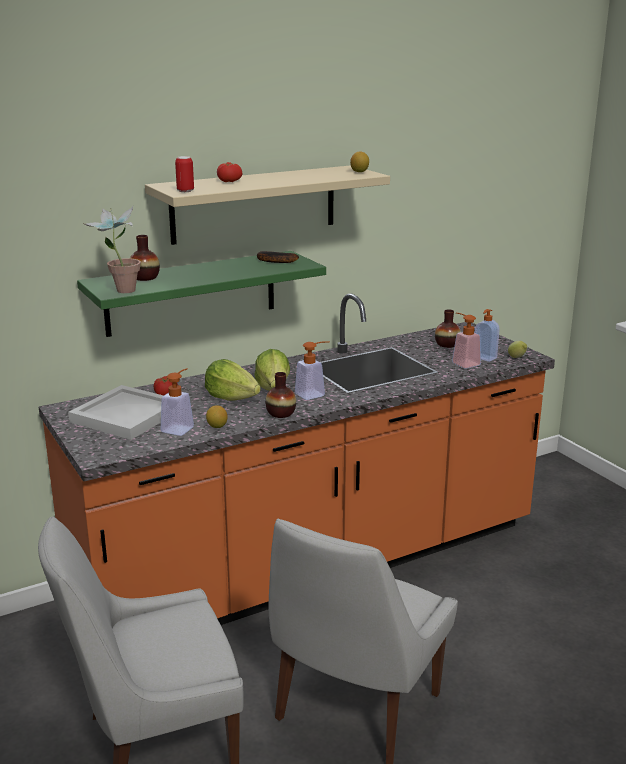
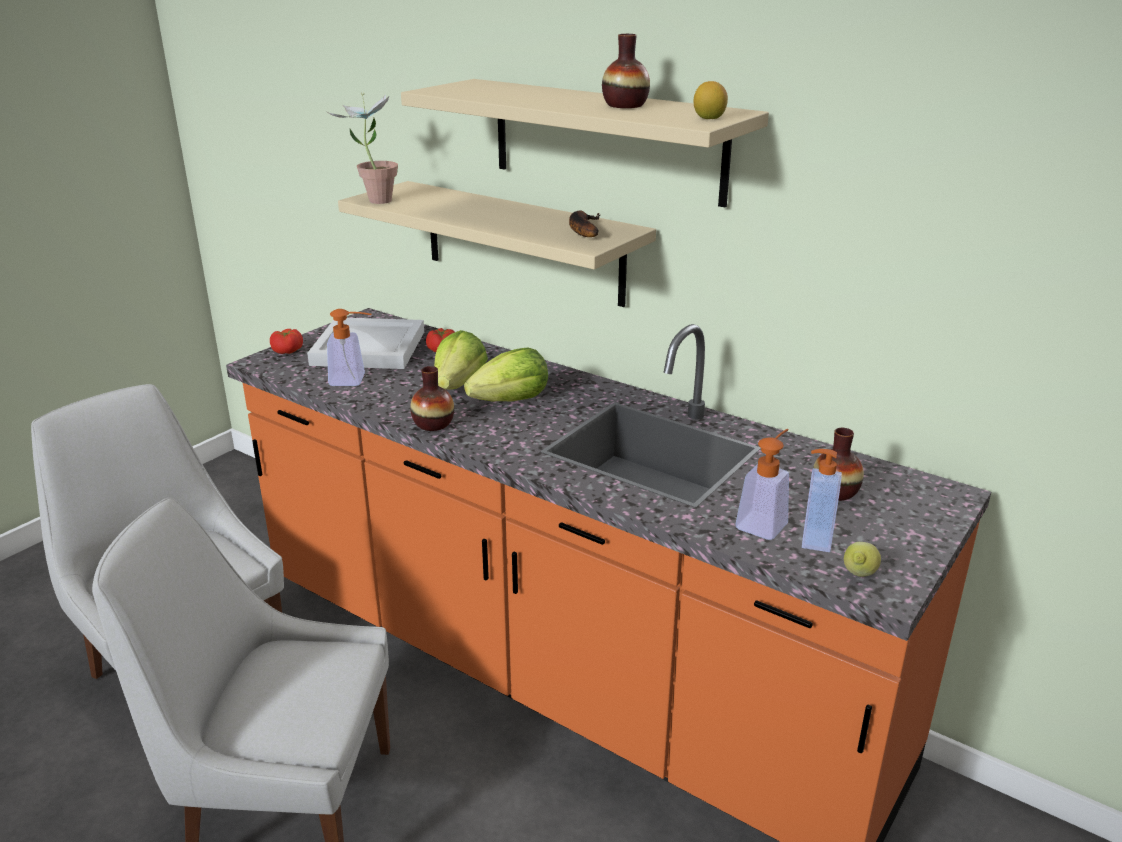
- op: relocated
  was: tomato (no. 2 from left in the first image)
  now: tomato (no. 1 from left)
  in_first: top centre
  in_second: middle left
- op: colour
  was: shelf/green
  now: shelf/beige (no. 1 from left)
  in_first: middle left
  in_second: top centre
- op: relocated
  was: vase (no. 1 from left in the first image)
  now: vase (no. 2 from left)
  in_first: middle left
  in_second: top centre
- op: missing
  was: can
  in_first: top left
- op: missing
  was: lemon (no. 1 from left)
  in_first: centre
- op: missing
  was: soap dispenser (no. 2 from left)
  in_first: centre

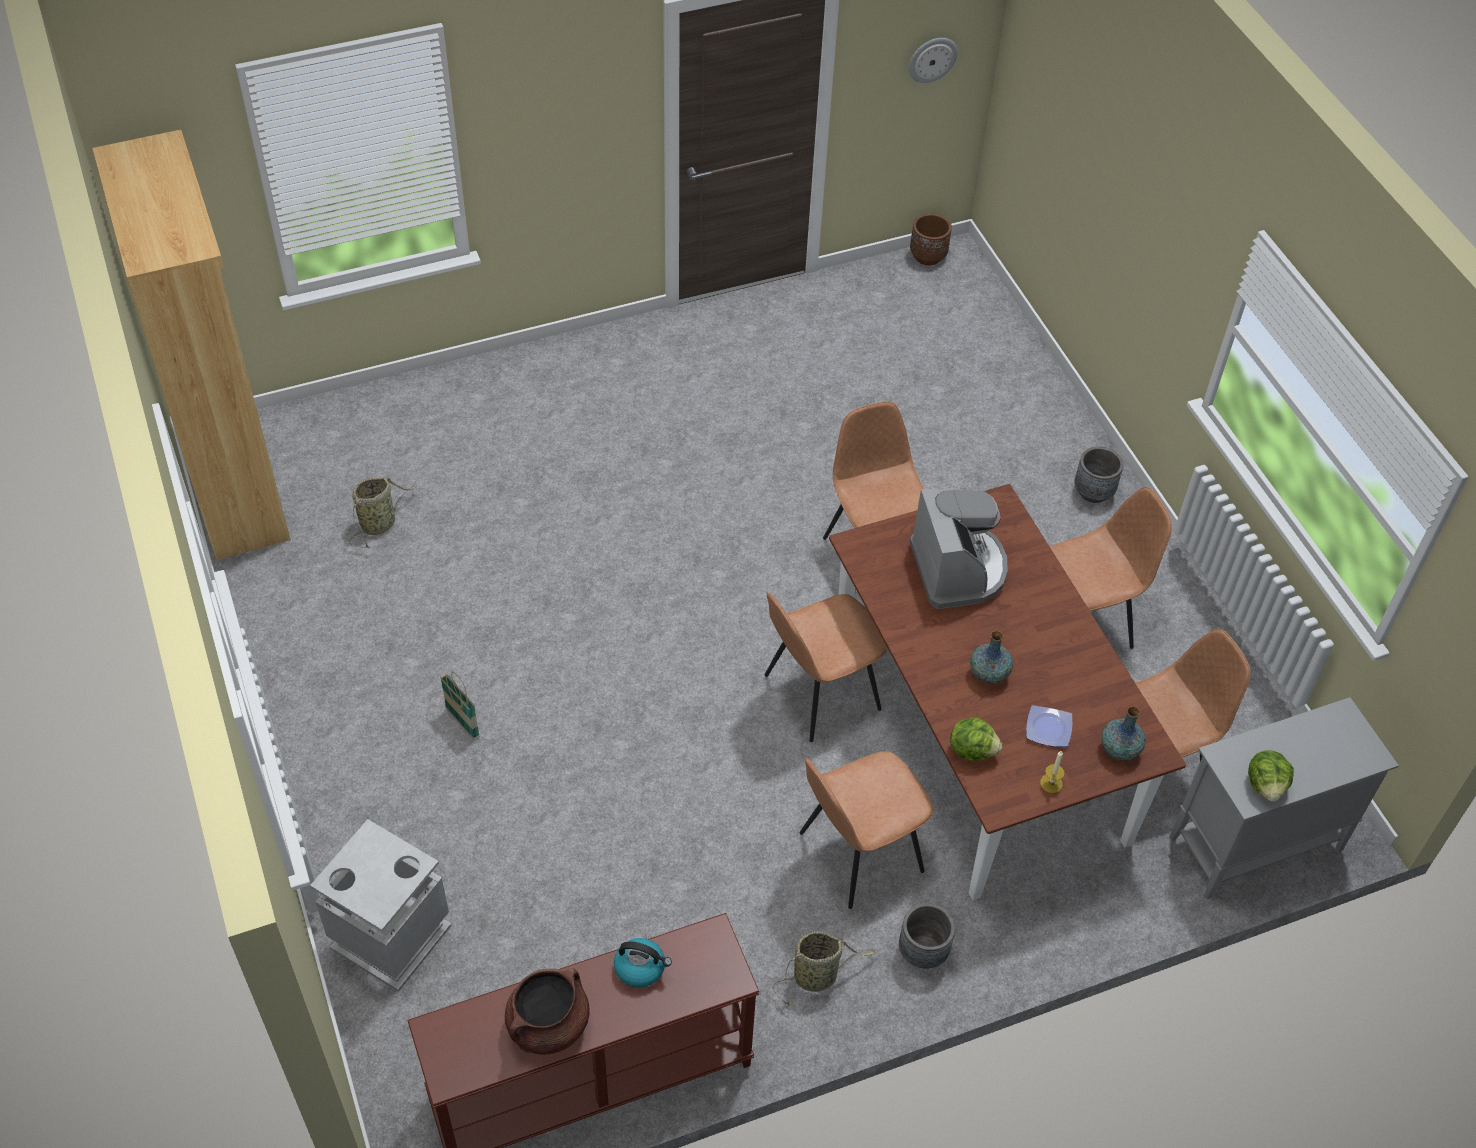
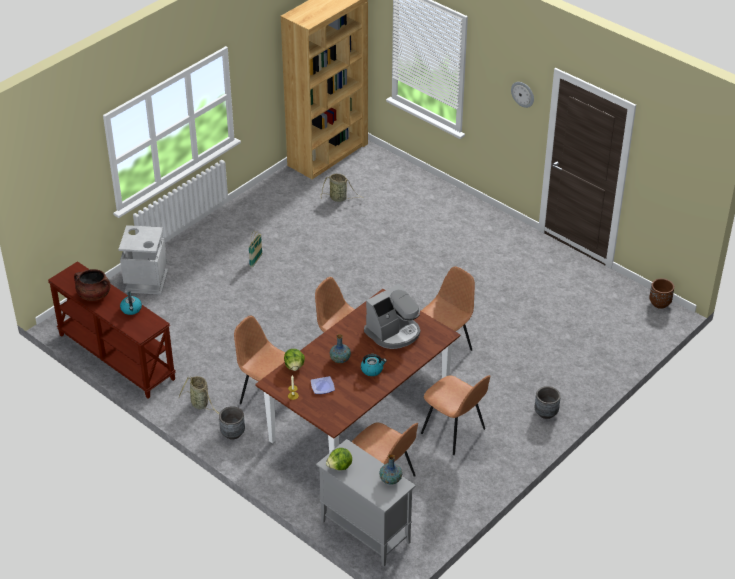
- op: appeared
  now: kettle (no. 2 from left)
  in_second: centre
- op: relocated
  was: vase (no. 2 from left)
  in_first: middle right
  in_second: bottom centre
- op: relocated
  was: wall clock
  in_first: top centre
  in_second: top right

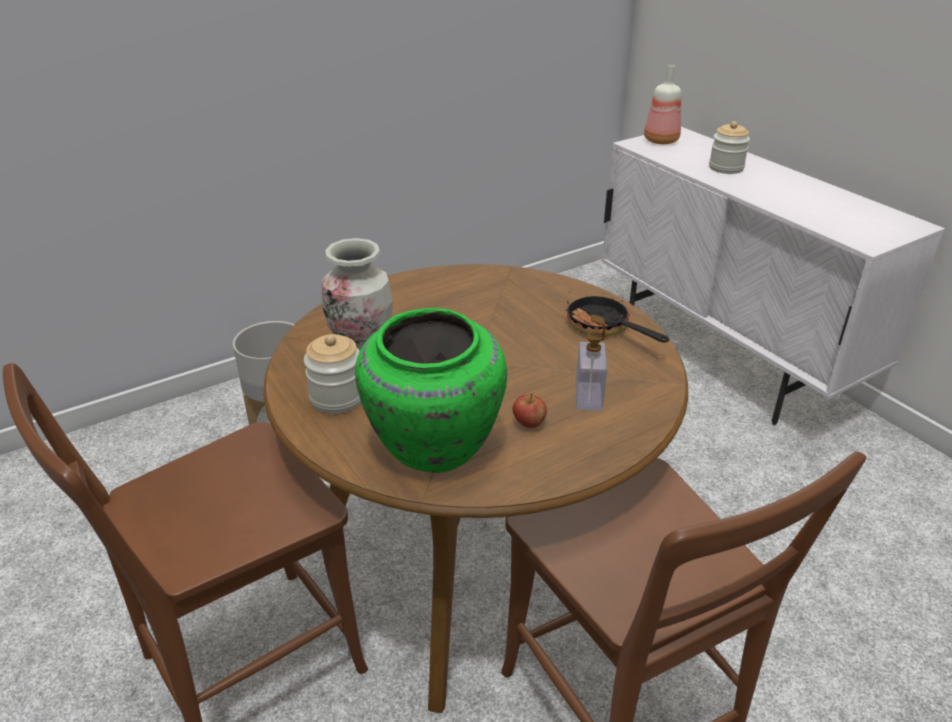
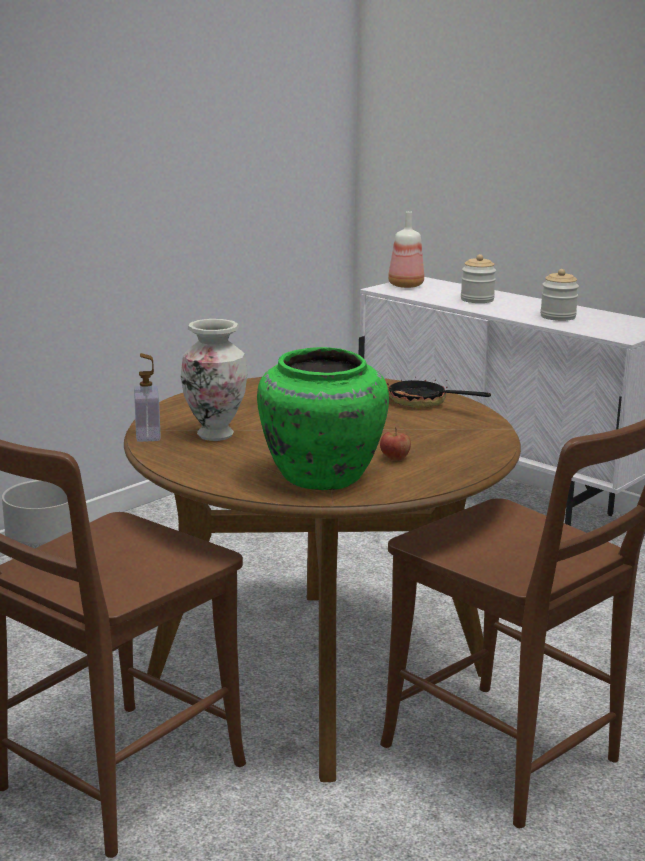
- op: relocated
  was: soap dispenser
  in_first: centre
  in_second: middle left
- op: relocated
  was: jar (no. 1 from left in the first image)
  now: jar (no. 2 from left)
  in_first: centre
  in_second: middle right

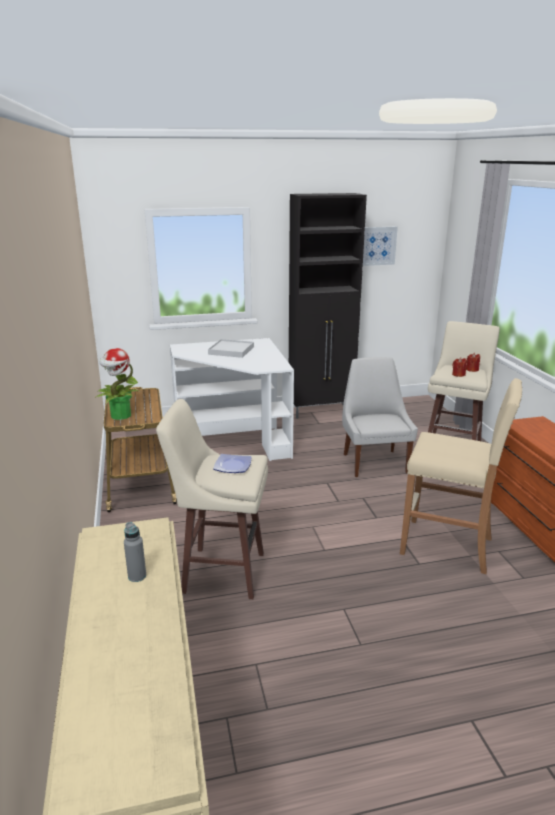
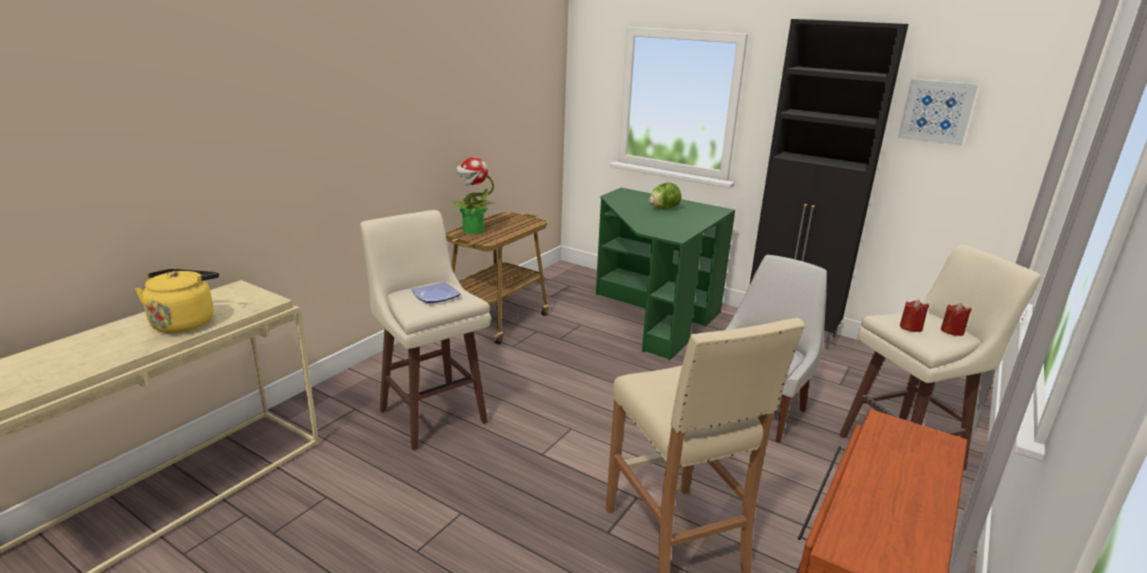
- op: exchanged
  was: bottle/grey
  now: kettle/yellow
  in_first: bottom left
  in_second: middle left
- op: colour
  was: desk/white
  now: desk/green
  in_first: centre
  in_second: centre
- op: exchanged
  was: tray/white
  now: lettuce
  in_first: centre
  in_second: centre

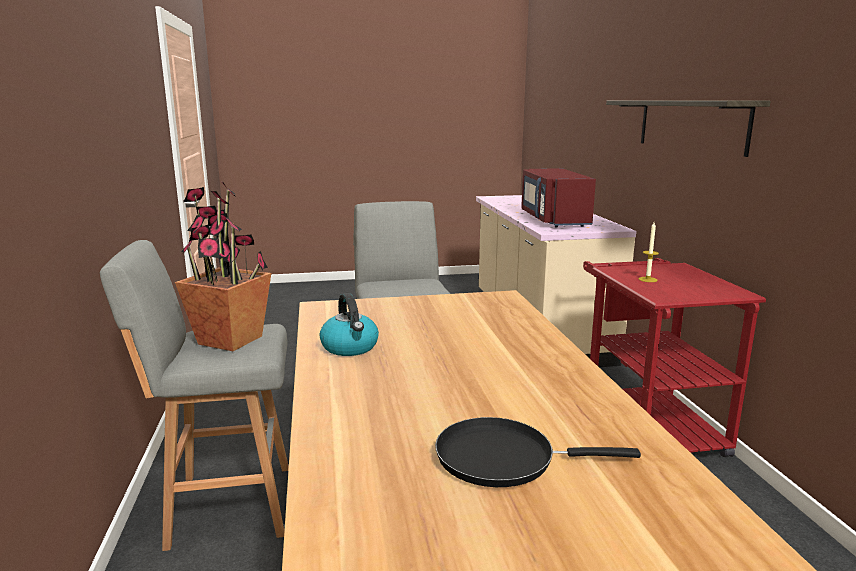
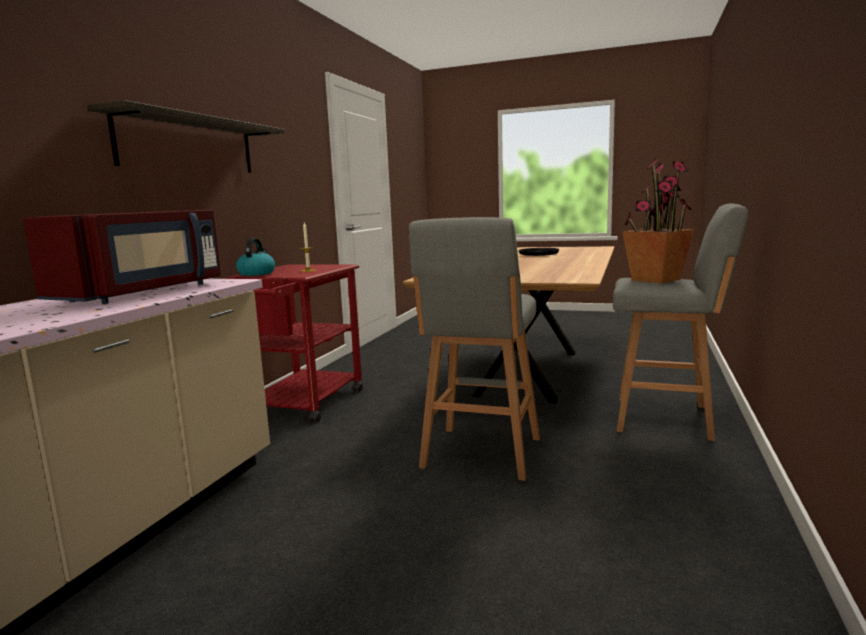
- op: relocated
  was: kettle
  in_first: centre
  in_second: middle left

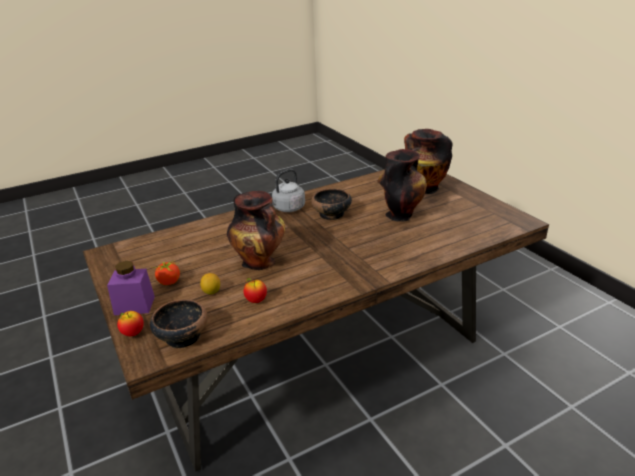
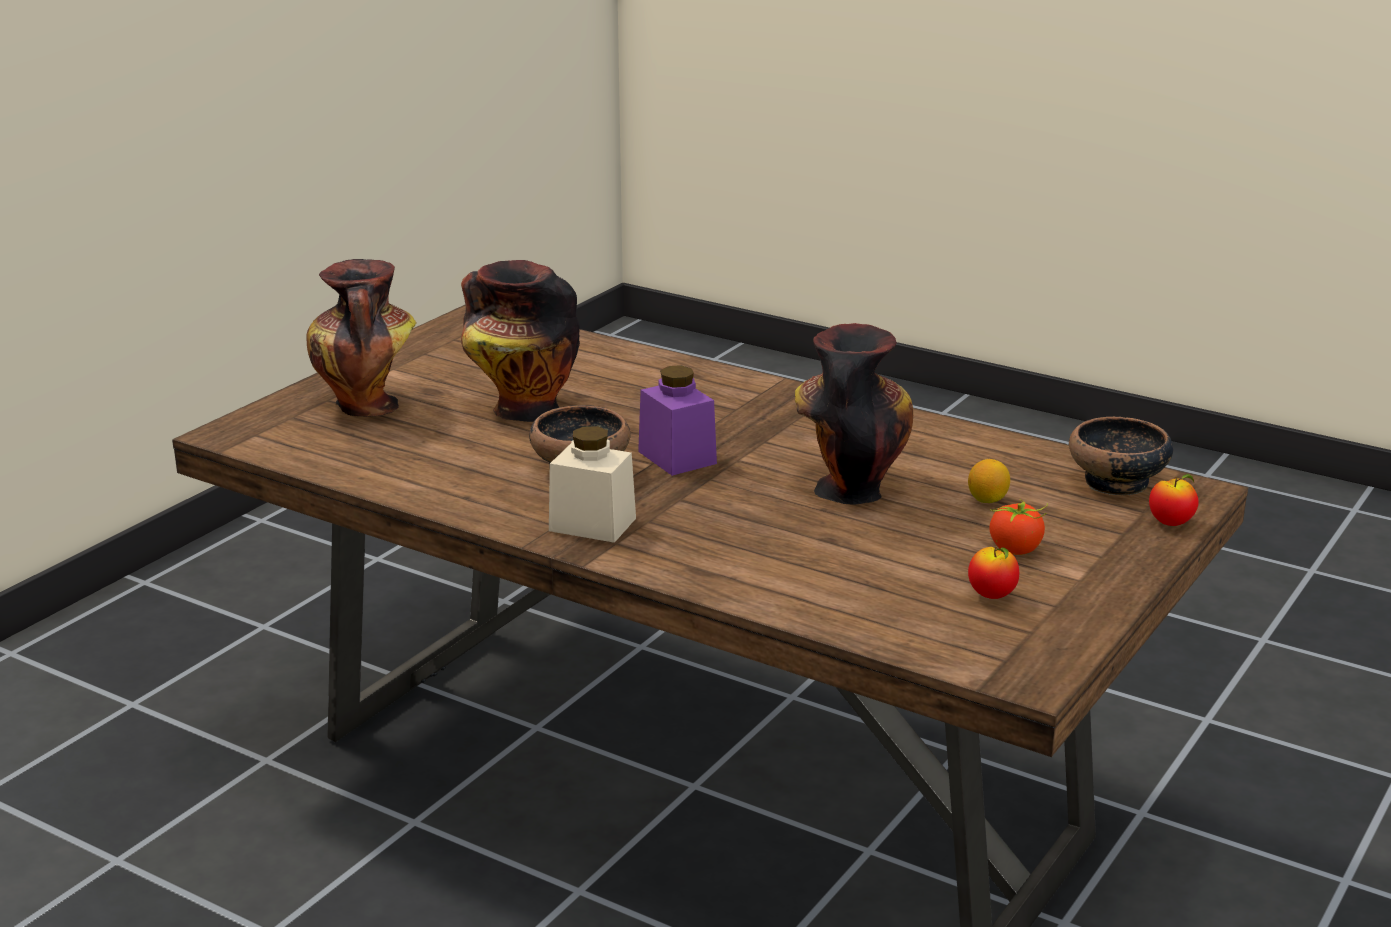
- op: exchanged
  was: kettle/grey
  now: jar/beige
  in_first: centre
  in_second: centre
- op: relocated
  was: jar/purple
  in_first: middle left
  in_second: centre
- op: relocated
  was: apple (no. 2 from left in the first image)
  now: apple (no. 1 from left)
  in_first: centre
  in_second: middle right

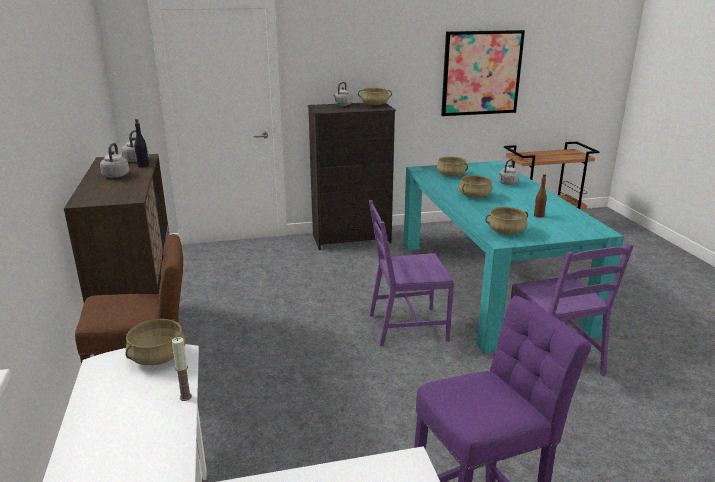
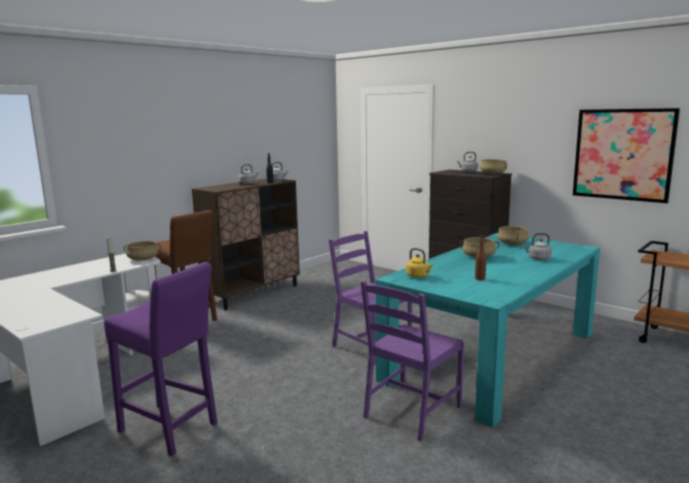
- op: exchanged
  was: cooking pot/beige (no. 5 from left)
  now: kettle/yellow
  in_first: middle right
  in_second: centre

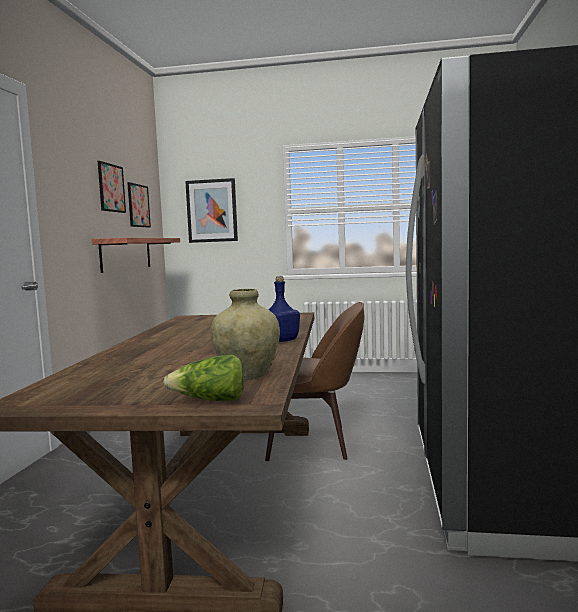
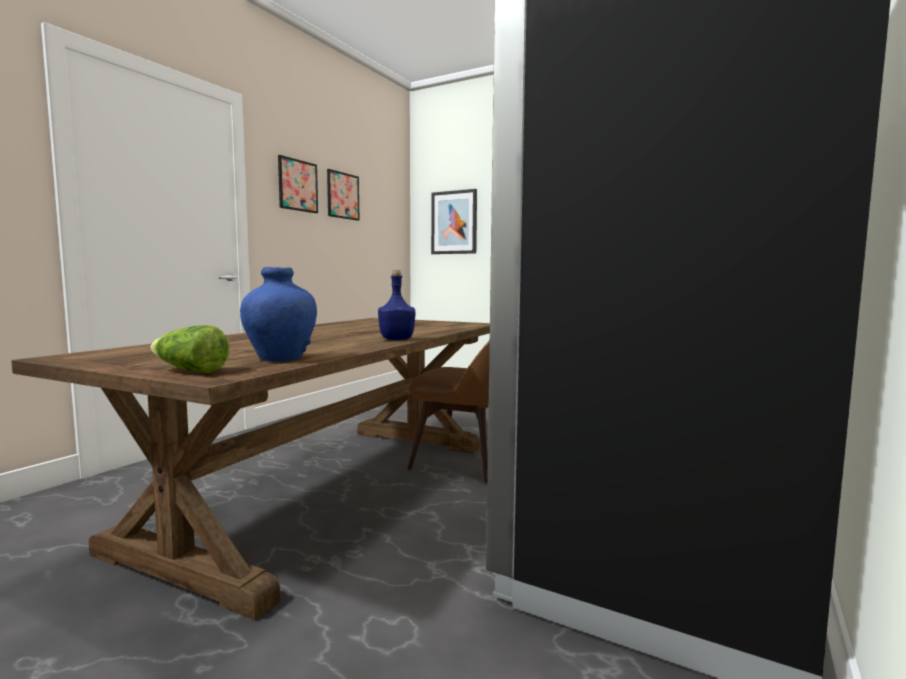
- op: colour
  was: vase/beige
  now: vase/blue
  in_first: centre
  in_second: middle left
- op: relocated
  was: picture (no. 2 from left in the first image)
  now: picture (no. 1 from left)
  in_first: middle left
  in_second: top left
- op: missing
  was: shelf
  in_first: middle left

